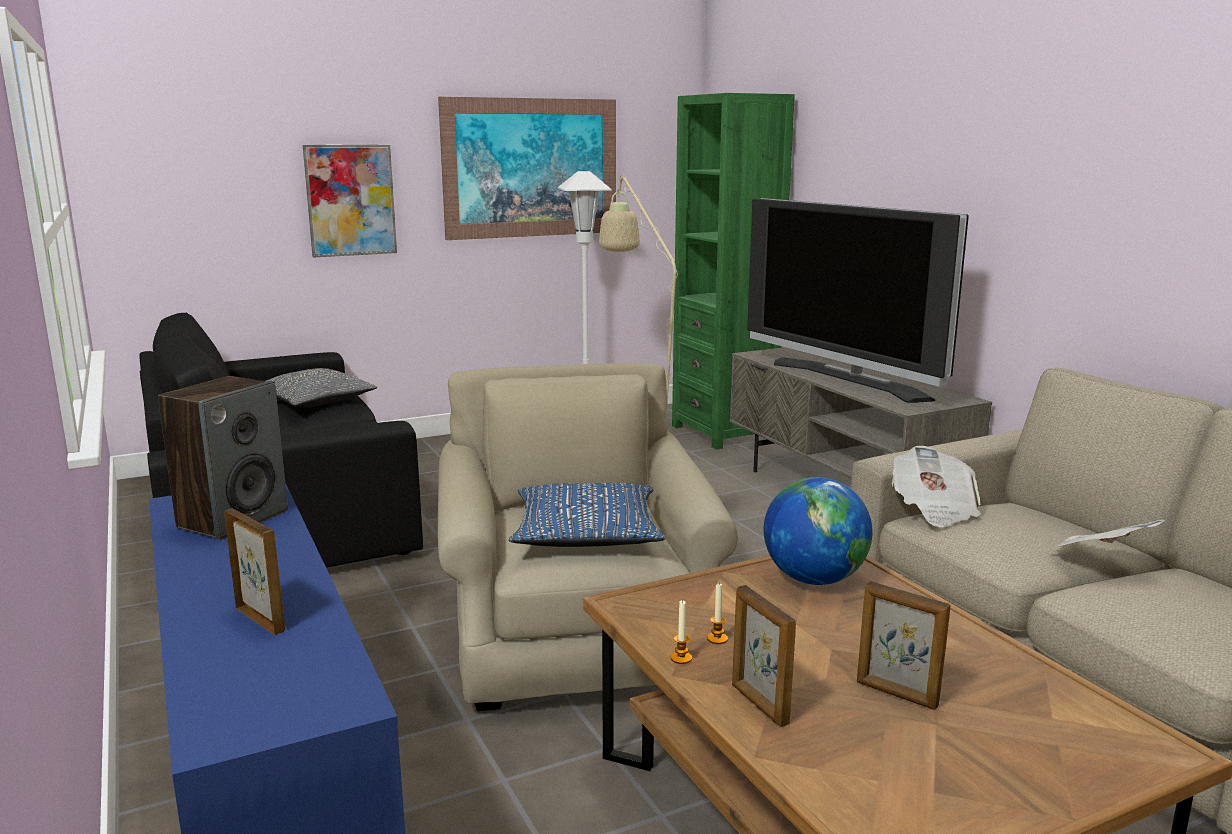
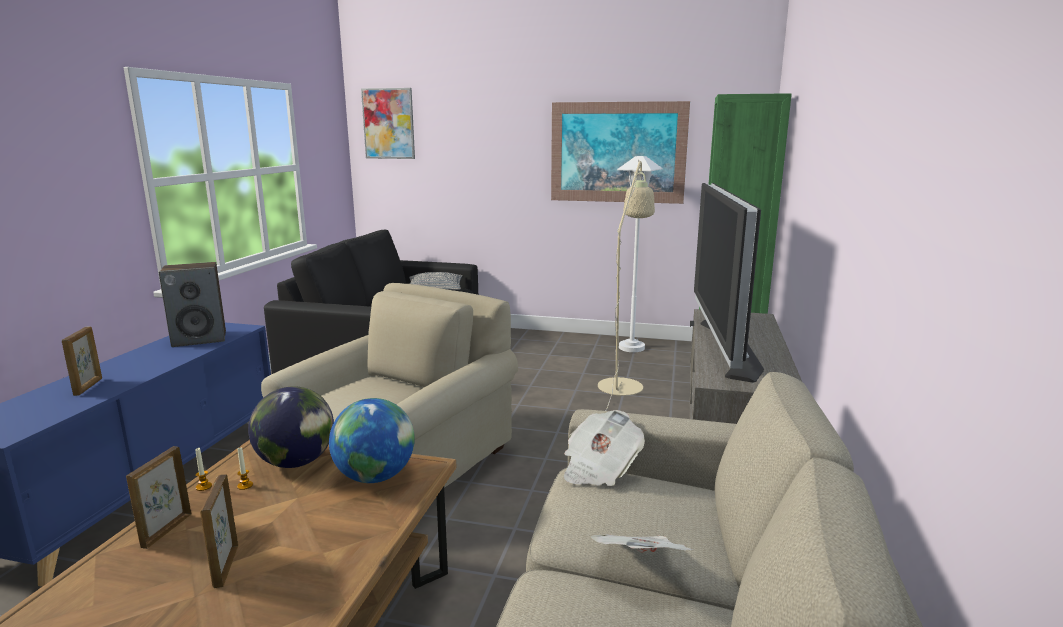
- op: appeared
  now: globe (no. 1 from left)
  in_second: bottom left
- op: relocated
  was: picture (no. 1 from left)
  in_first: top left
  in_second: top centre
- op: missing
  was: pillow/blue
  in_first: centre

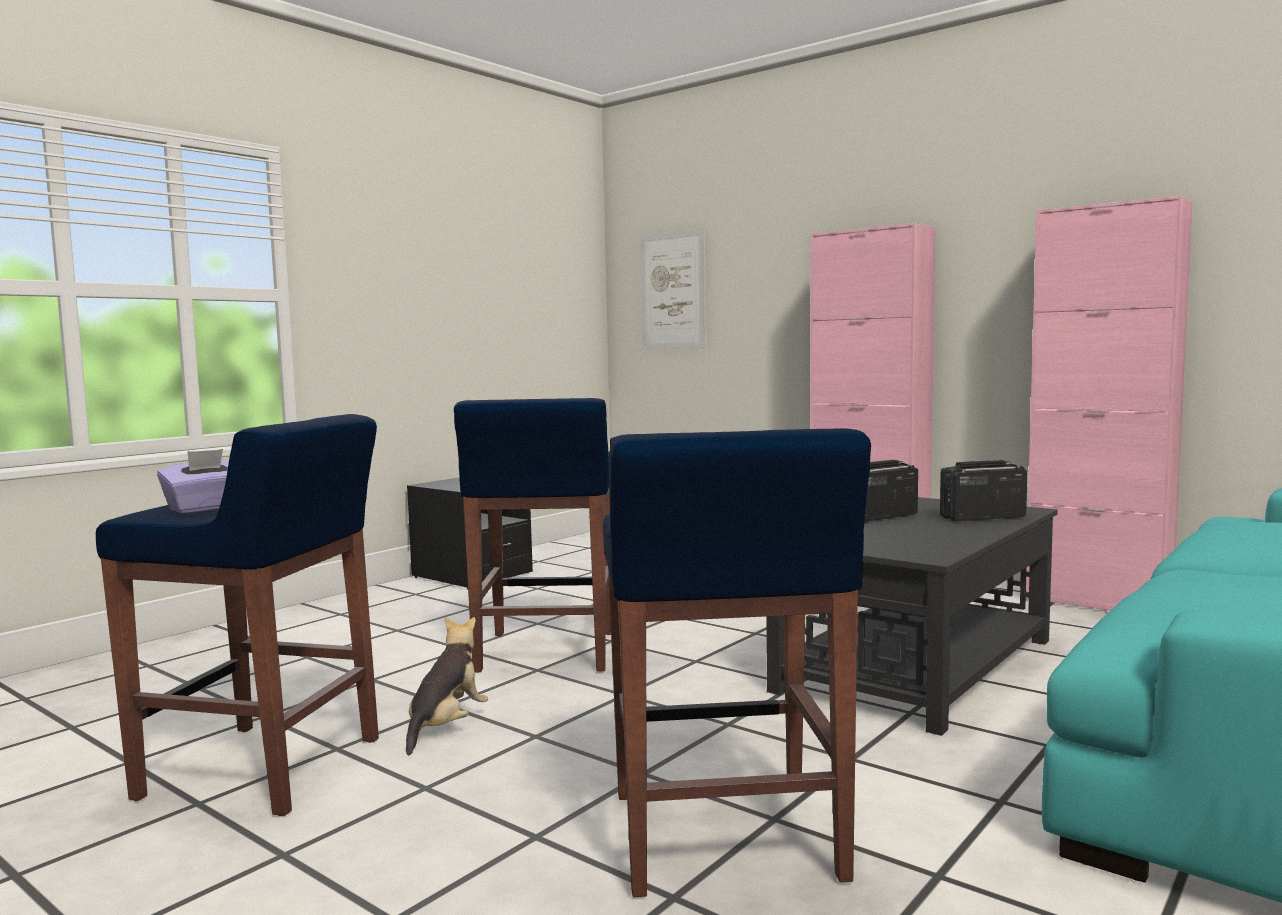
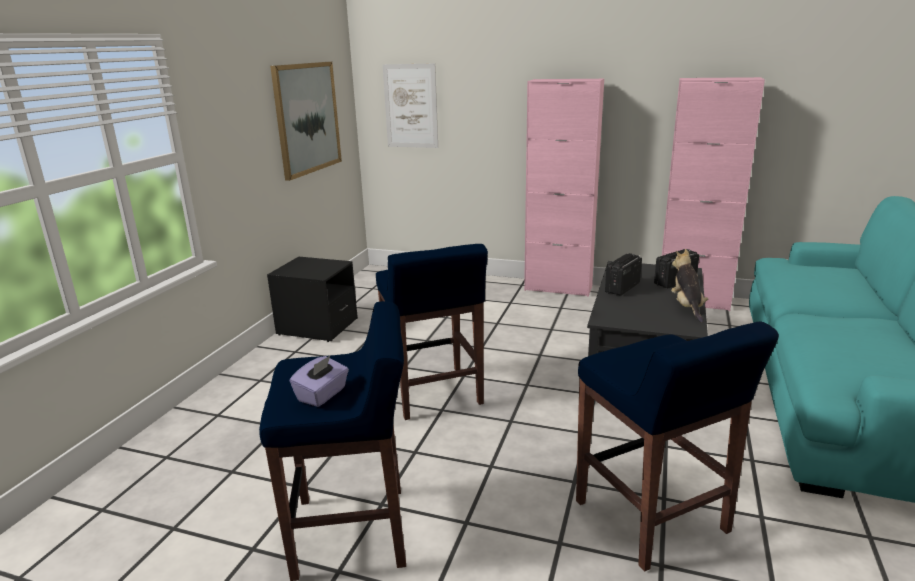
- op: appeared
  now: picture (no. 1 from left)
  in_second: top centre
- op: relocated
  was: plush toy
  in_first: bottom centre
  in_second: middle right

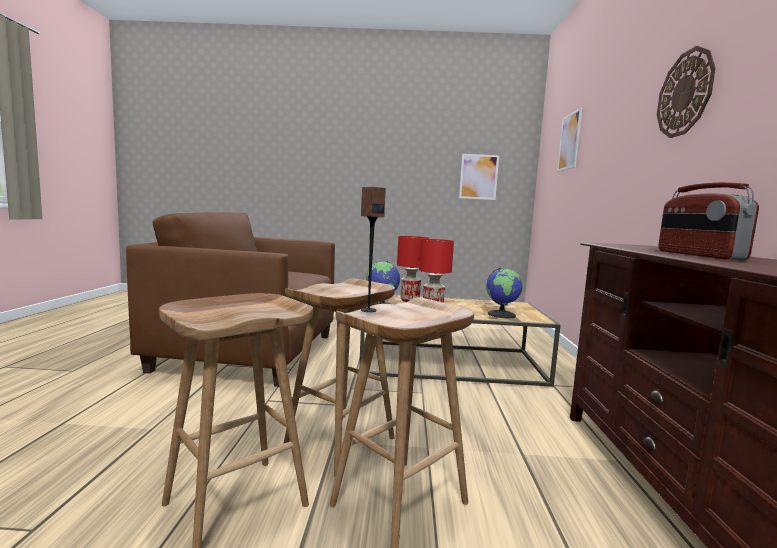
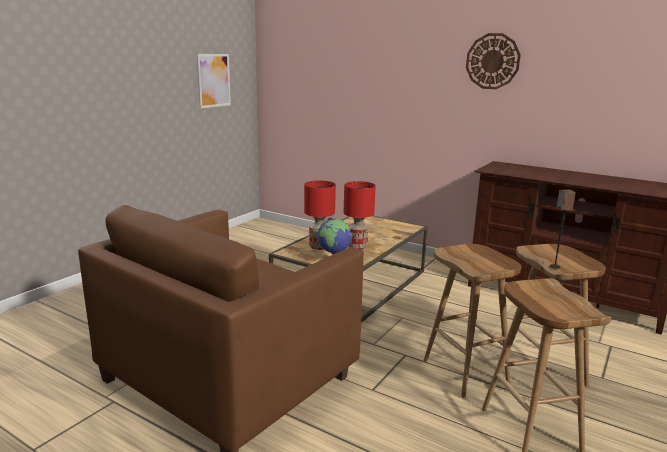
- op: missing
  was: globe (no. 2 from left)
  in_first: centre
- op: missing
  was: picture (no. 2 from left)
  in_first: top right
- op: missing
  was: radio
  in_first: middle right

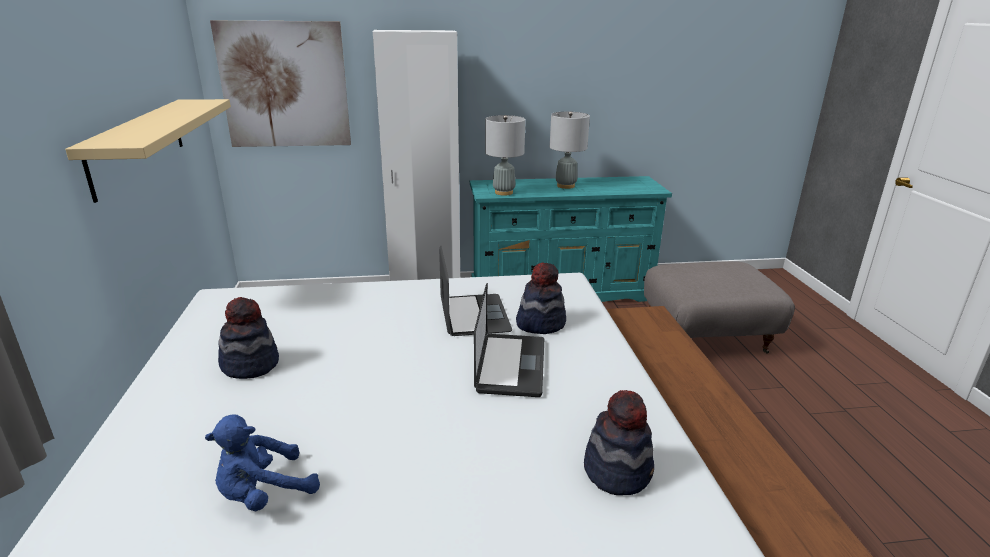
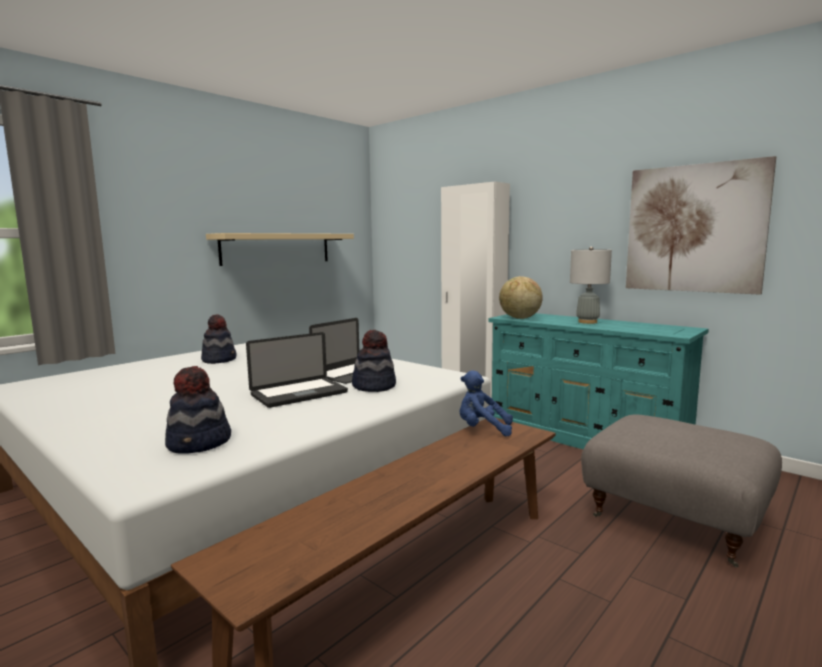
- op: relocated
  was: plush toy/blue
  in_first: bottom left
  in_second: centre
- op: exchanged
  was: table lamp/grey (no. 1 from left)
  now: globe
  in_first: top centre
  in_second: centre
- op: relocated
  was: picture
  in_first: top left
  in_second: middle right

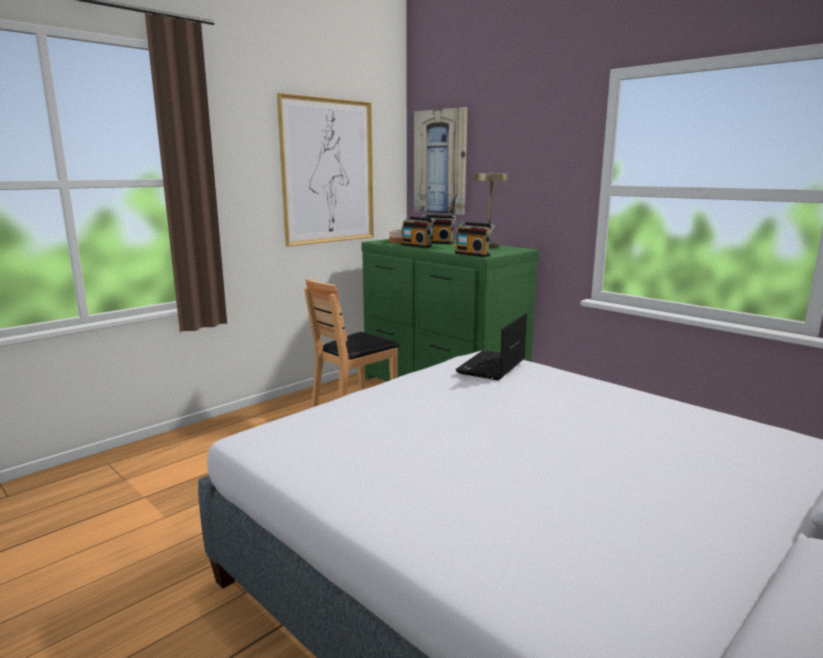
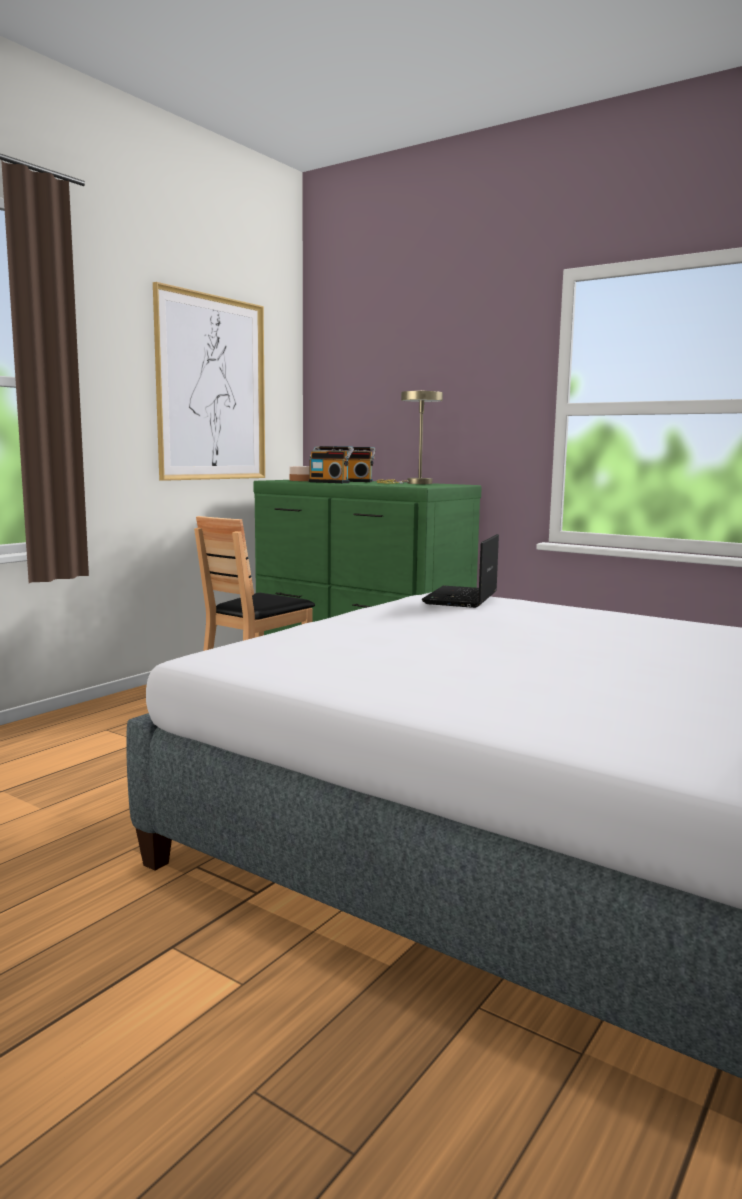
- op: missing
  was: picture (no. 2 from left)
  in_first: top centre
- op: missing
  was: radio (no. 3 from left)
  in_first: centre

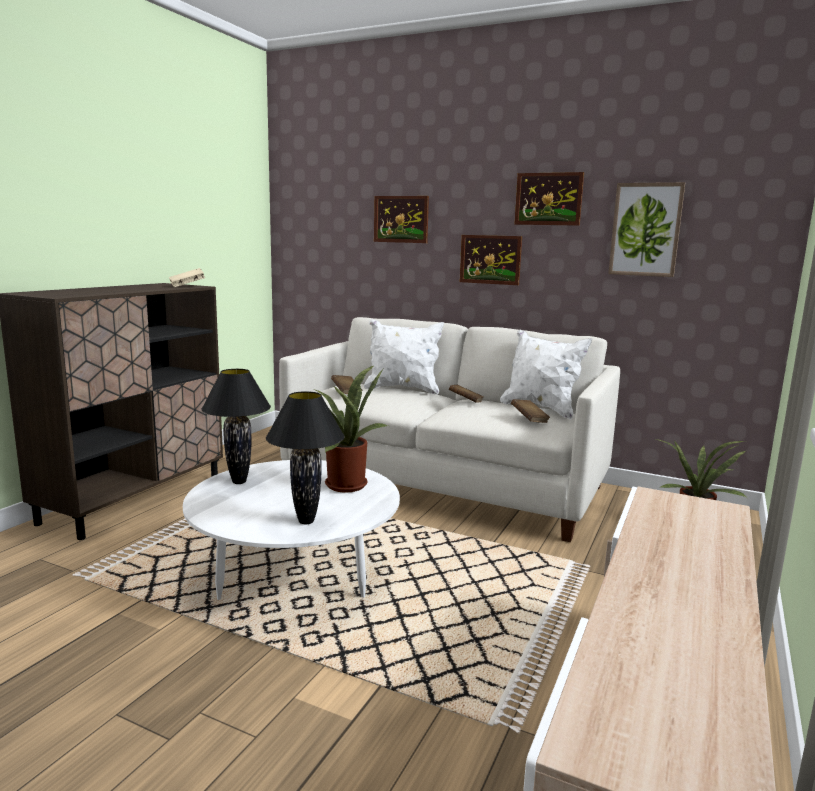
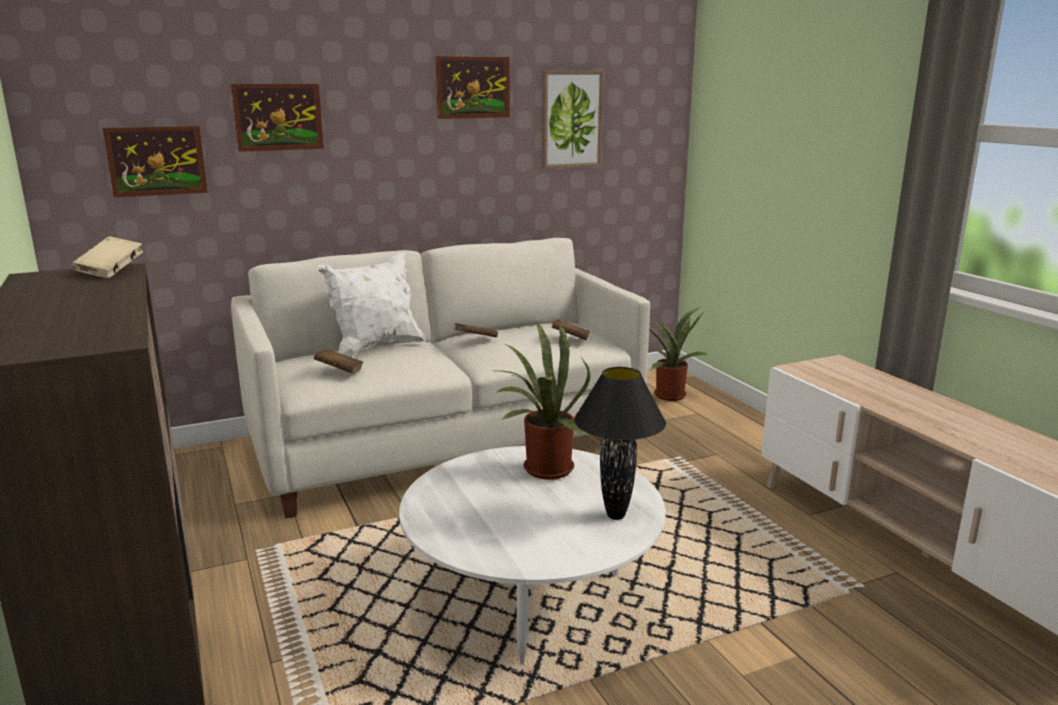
- op: relocated
  was: picture (no. 2 from left in the first image)
  now: picture (no. 1 from left)
  in_first: top centre
  in_second: top left
- op: missing
  was: table lamp/black (no. 1 from left)
  in_first: middle left
- op: missing
  was: pillow/white (no. 2 from left)
  in_first: middle right

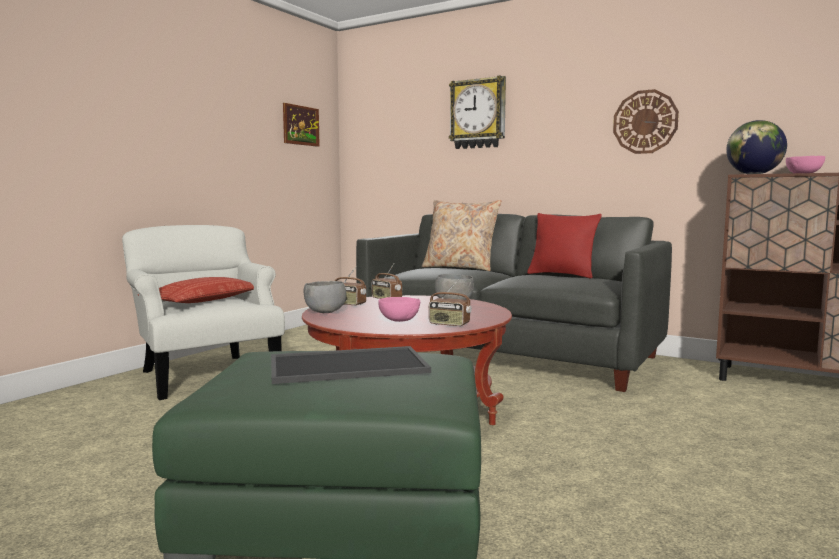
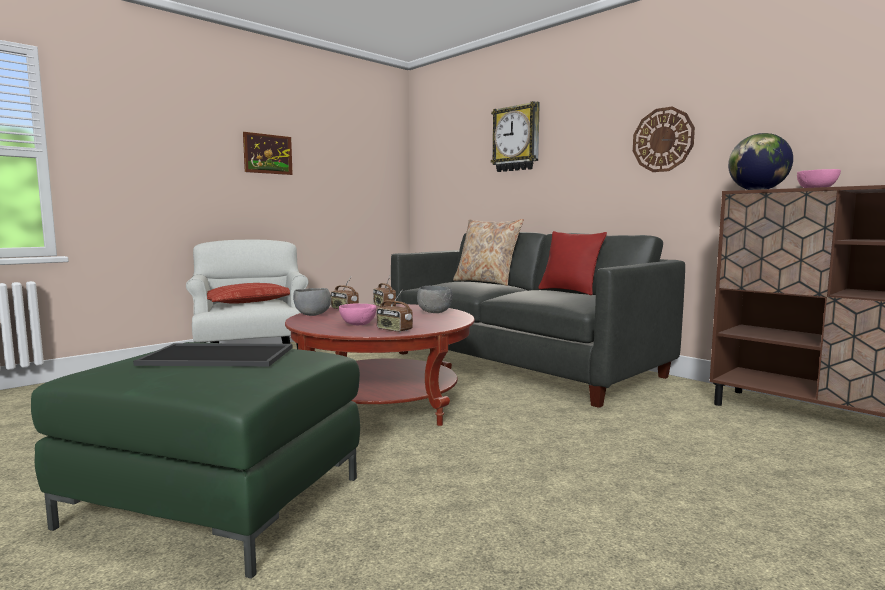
- op: relocated
  was: picture
  in_first: top centre
  in_second: top left

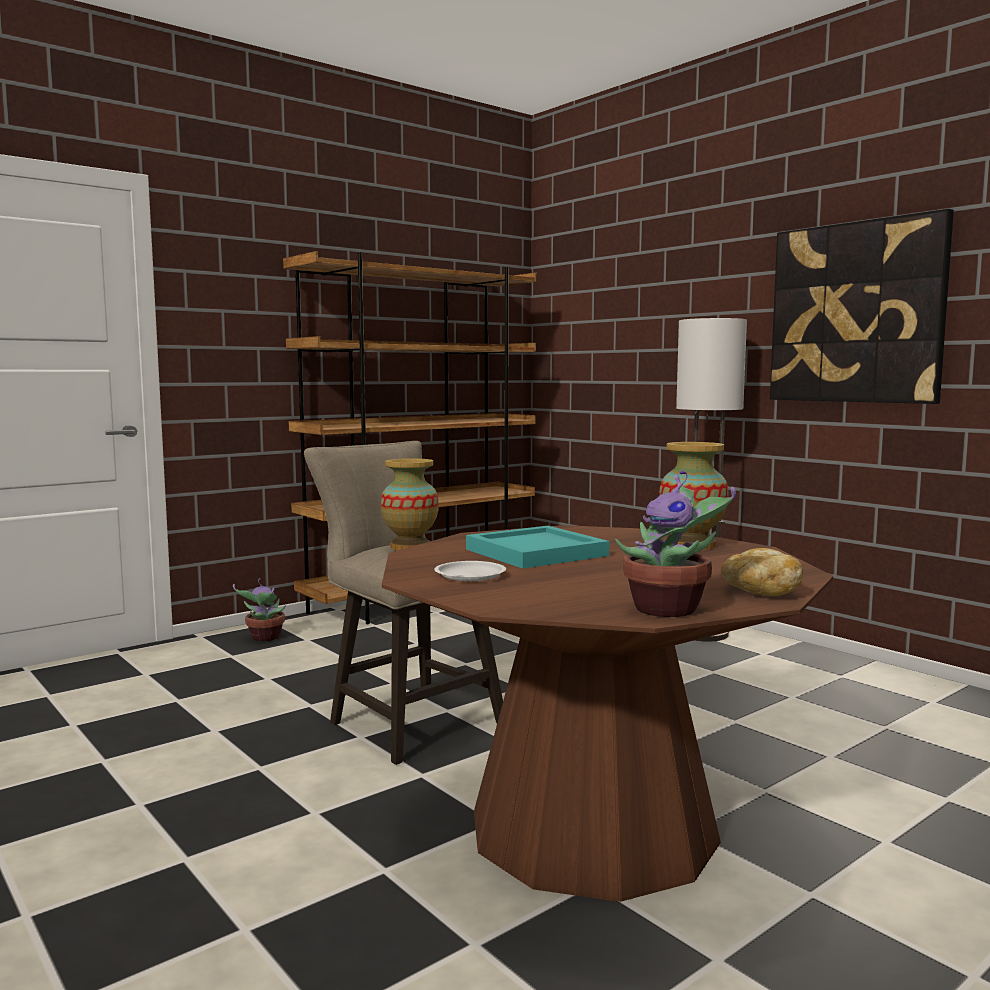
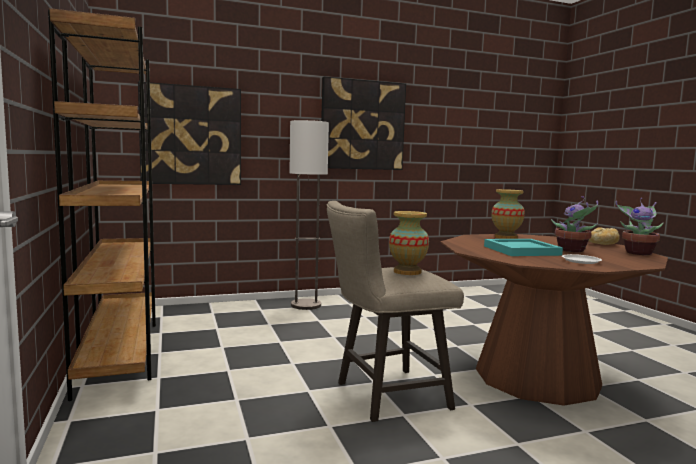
- op: appeared
  now: picture (no. 1 from left)
  in_second: top left
- op: relocated
  was: potted plant (no. 1 from left)
  in_first: middle left
  in_second: middle right

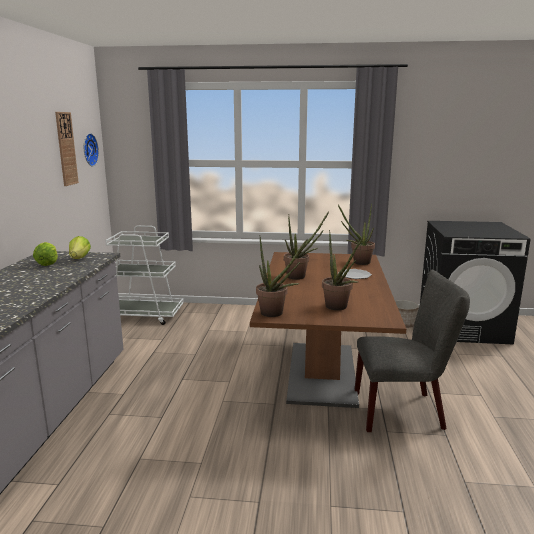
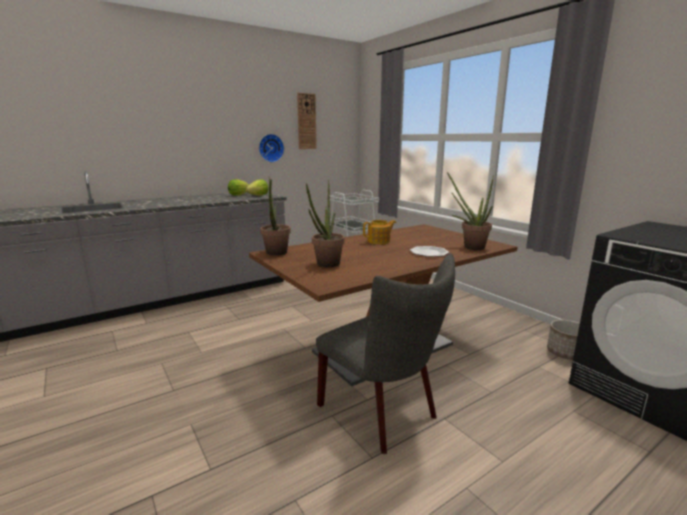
- op: relocated
  was: wall clock (no. 2 from left in the first image)
  now: wall clock (no. 1 from left)
  in_first: top left
  in_second: top centre
- op: exchanged
  was: potted plant (no. 2 from left)
  now: teapot
  in_first: centre
  in_second: centre

